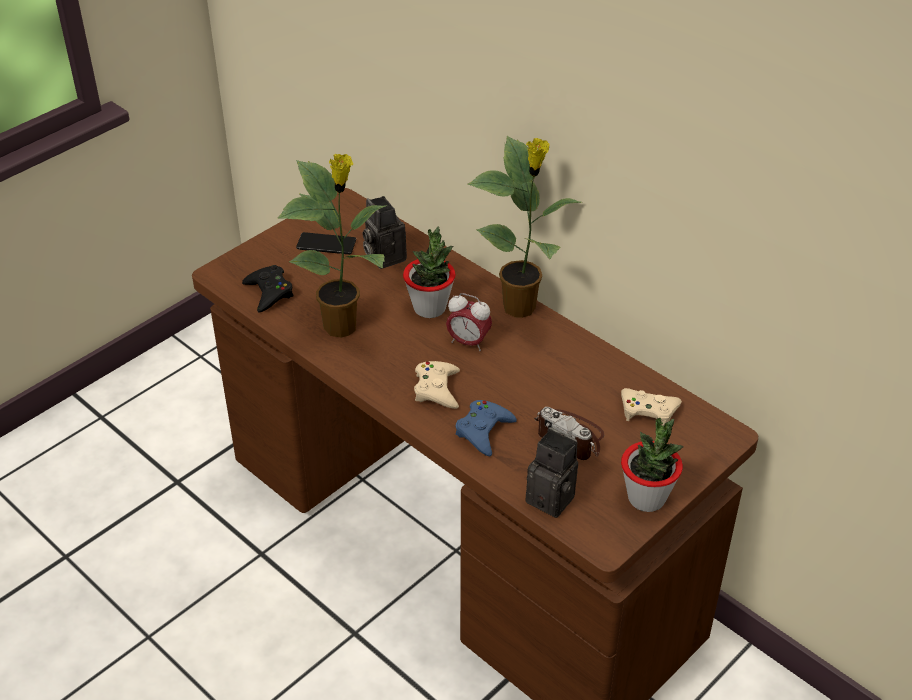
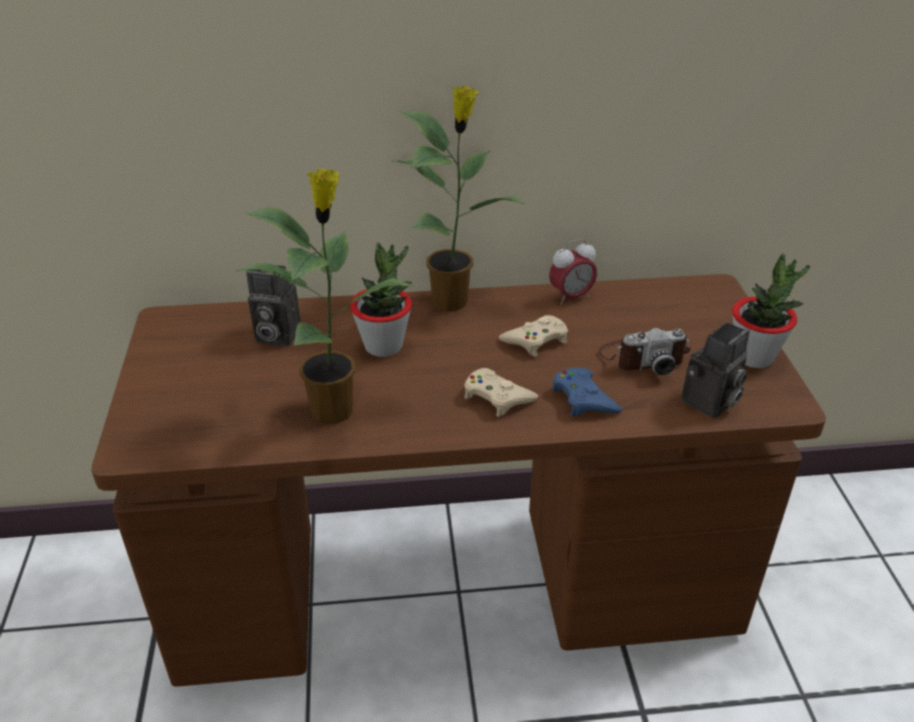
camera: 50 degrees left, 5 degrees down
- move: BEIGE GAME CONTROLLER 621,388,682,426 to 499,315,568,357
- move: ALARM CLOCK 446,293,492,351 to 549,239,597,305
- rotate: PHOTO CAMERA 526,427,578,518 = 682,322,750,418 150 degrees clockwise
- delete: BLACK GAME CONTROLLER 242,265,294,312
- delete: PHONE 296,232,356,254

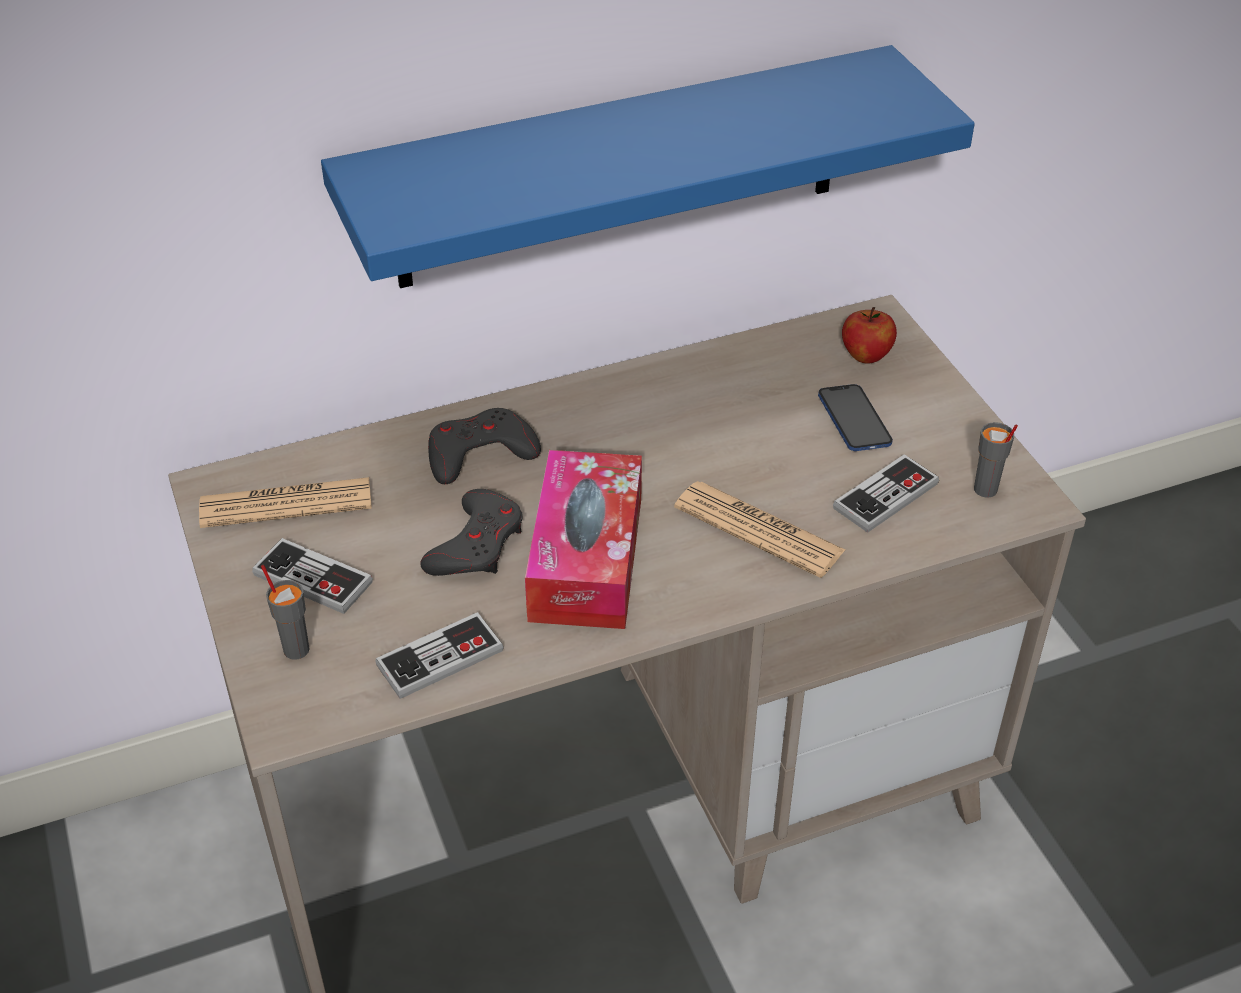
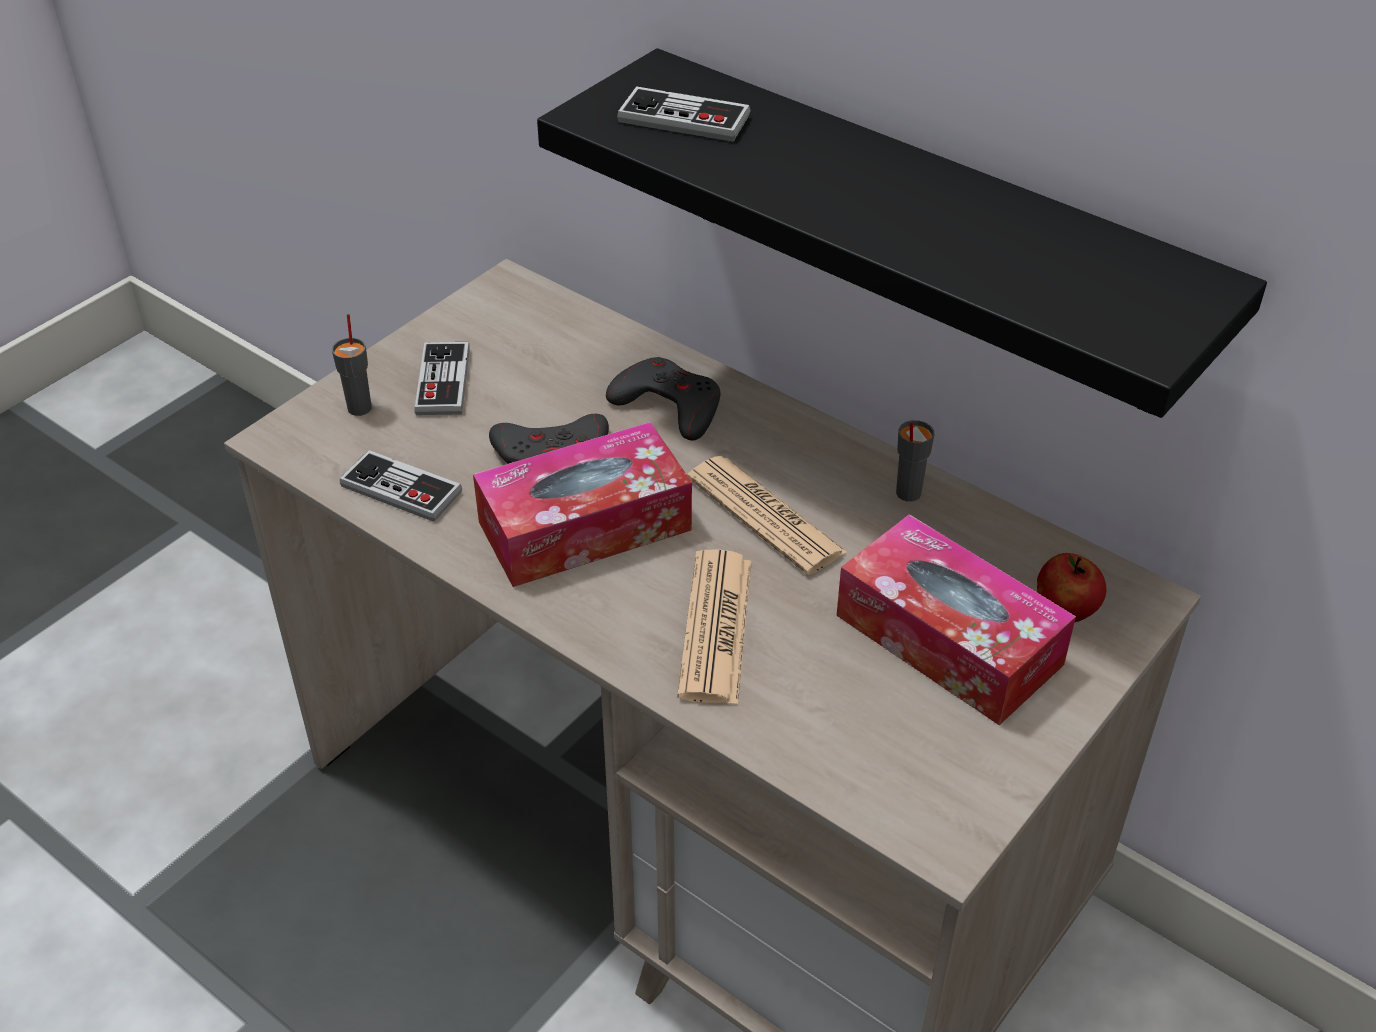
camera: 60 degrees right, 0 degrees up
- recolor: BLUE SHELF 321,45,975,288 to BLACK SHELF 537,48,1267,418
- move: GAME CONTROLLER 833,454,939,533 to 617,86,751,142
- move: NEWSPAPER 199,477,372,528 to 687,456,847,575
- replace: PHONE 818,384,893,451 to TISSUE BOX 837,514,1076,725
- move: GREY CUP 974,422,1018,498 to 896,420,935,502

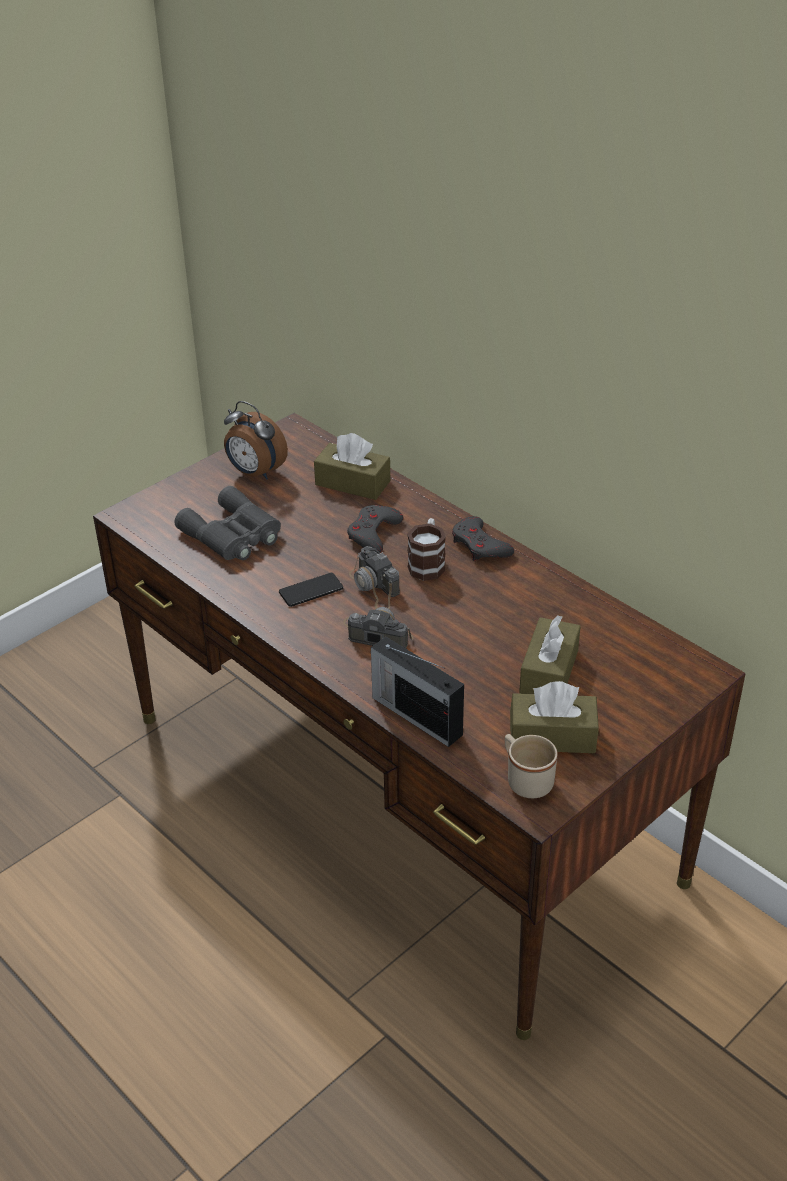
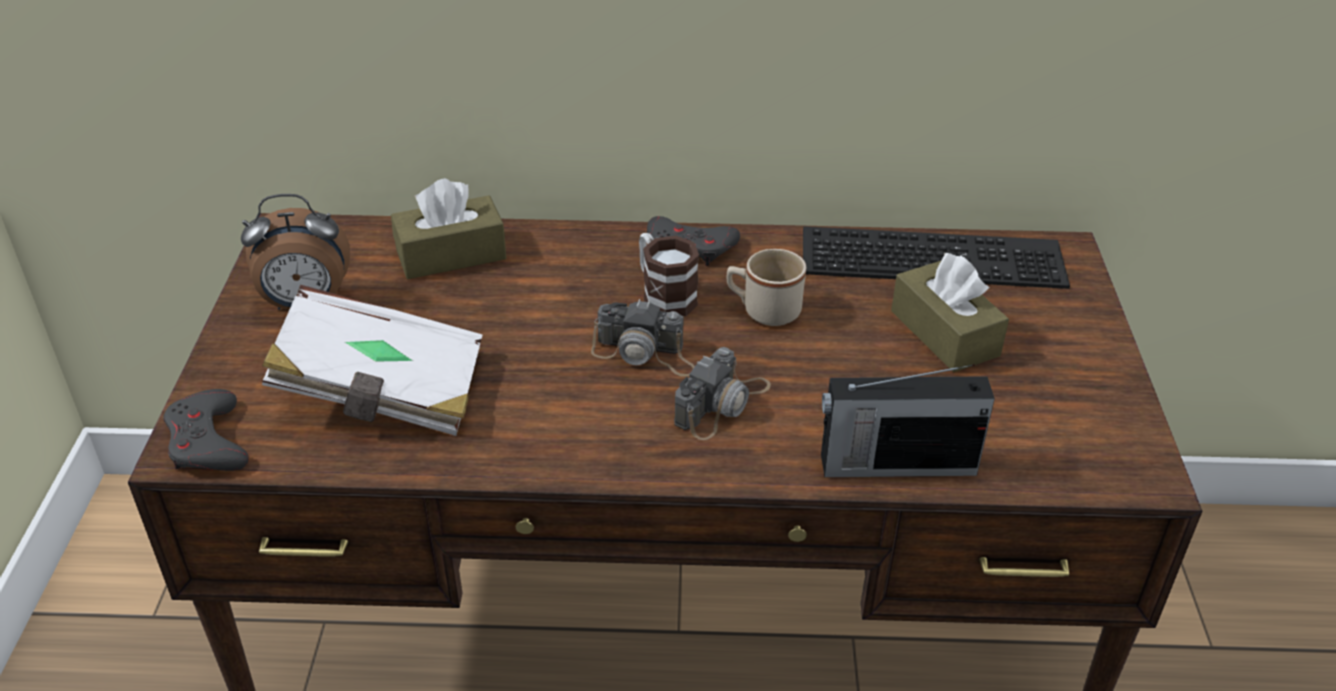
camera: 45 degrees left, 0 degrees up
- move: GREY GAME CONTROLLER 347,505,403,553 to 163,389,249,471
- replace: GREY BINOCULARS 174,486,281,560 to WHITE BOOK 262,285,483,436
- rotate: PHOTO CAMERA 343,607,413,648 = 674,347,771,440 150 degrees clockwise
- move: BEIGE MUG 505,734,558,798 to 727,249,806,326
- insert: KEYBOARD 803,226,1070,289
- delete: PHONE 279,573,344,607
- delete: BROWN TISSUE BOX 510,681,599,753

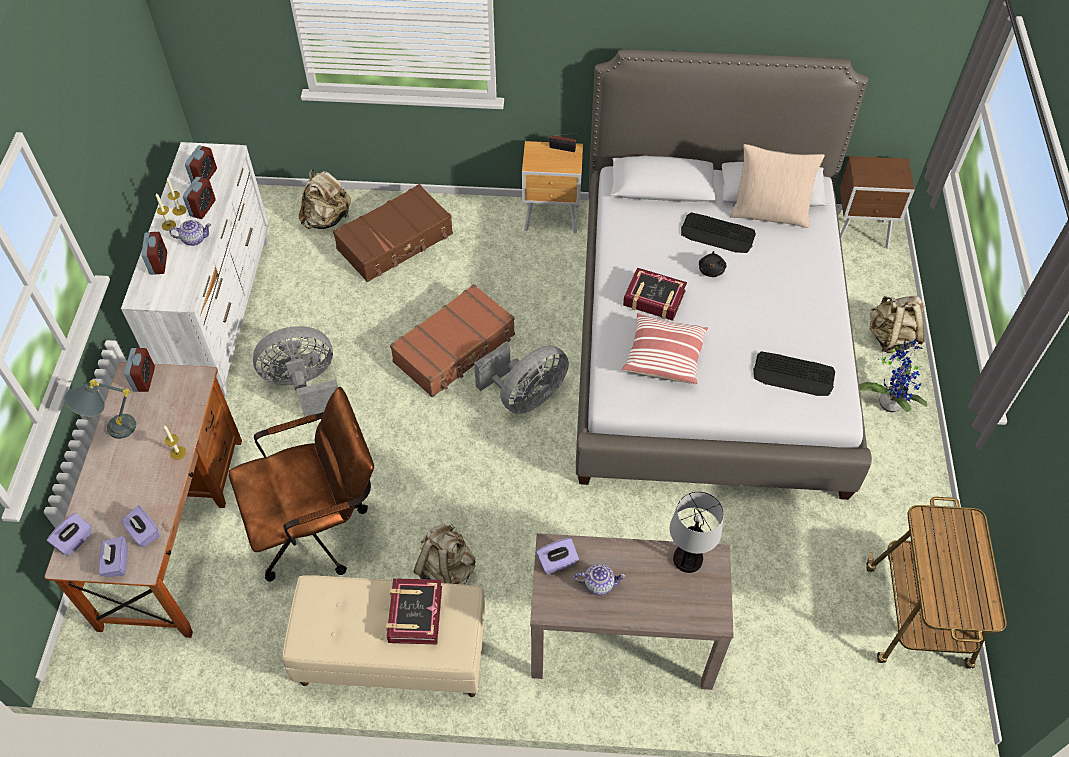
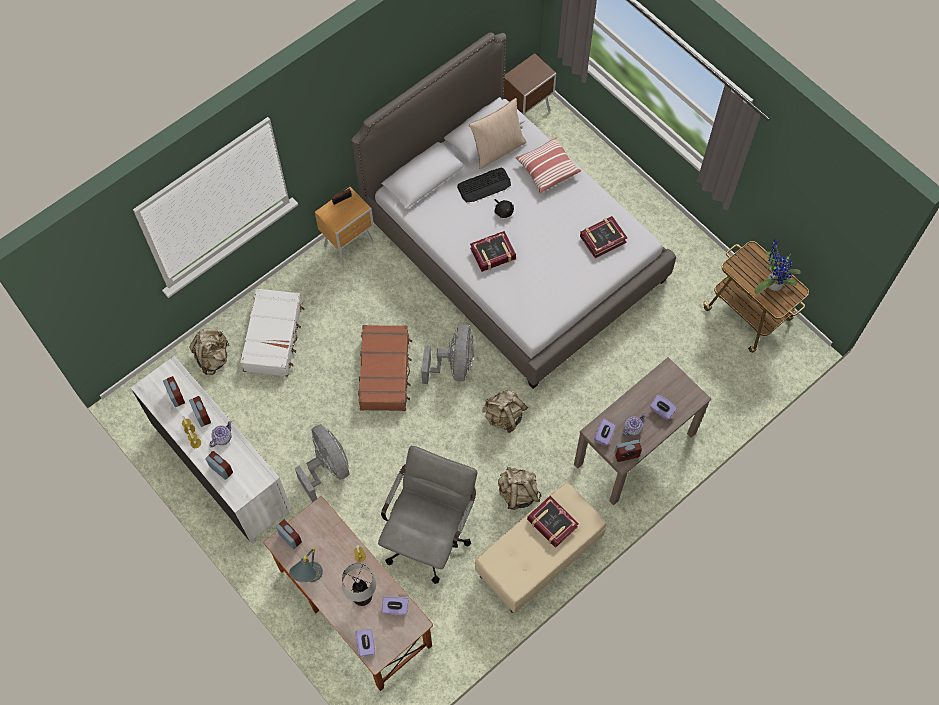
camera: 45 degrees left, 10 degrees up
- recolor: BROWN SUITCASE 333,184,453,282 to WHITE SUITCASE 240,288,304,377
- rotate: GREY FAN 253,326,338,417 = 295,424,350,502 120 degrees clockwise
- move: TABLE LAMP 670,491,724,573 to 342,563,376,606
- recolor: BROWN OFFICE CHAIR 228,387,374,582 to GREY OFFICE CHAIR 378,446,477,584
- move: BEIGE BACKPACK 870,295,925,353 to 482,390,528,433
- move: PILLOW 622,313,708,384 to 515,137,581,193
- replace: KEYBOARD 753,351,835,396 to BOOK 580,216,627,258
- insert: ALARM CLOCK 614,440,642,462
- move: PURPLE TISSUE BOX 98,536,128,577 to 650,395,677,420
- move: POTTED PLANT 859,339,928,413 to 754,239,801,294

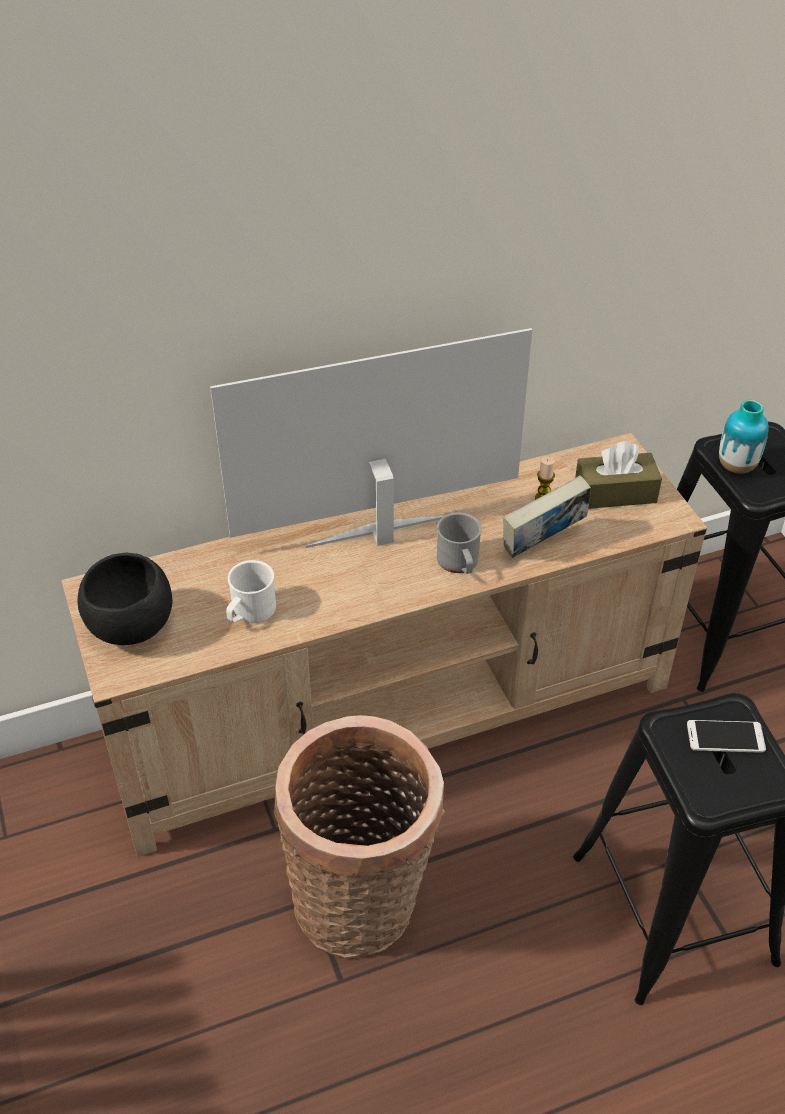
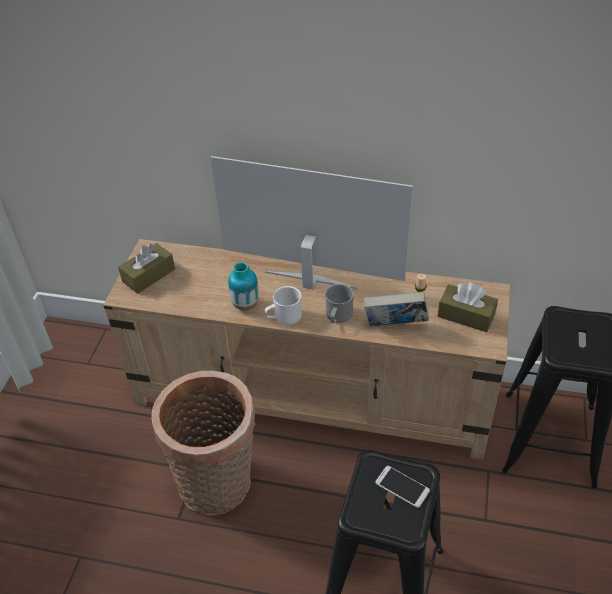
camera: 35 degrees right, 0 degrees up
- replace: BLACK BOWL 78,553,173,645 to BROWN TISSUE BOX 118,243,175,294
- move: VASE 719,400,769,474 to 228,262,259,311
- move: WHITE MUG 226,560,276,623 to 265,286,302,325

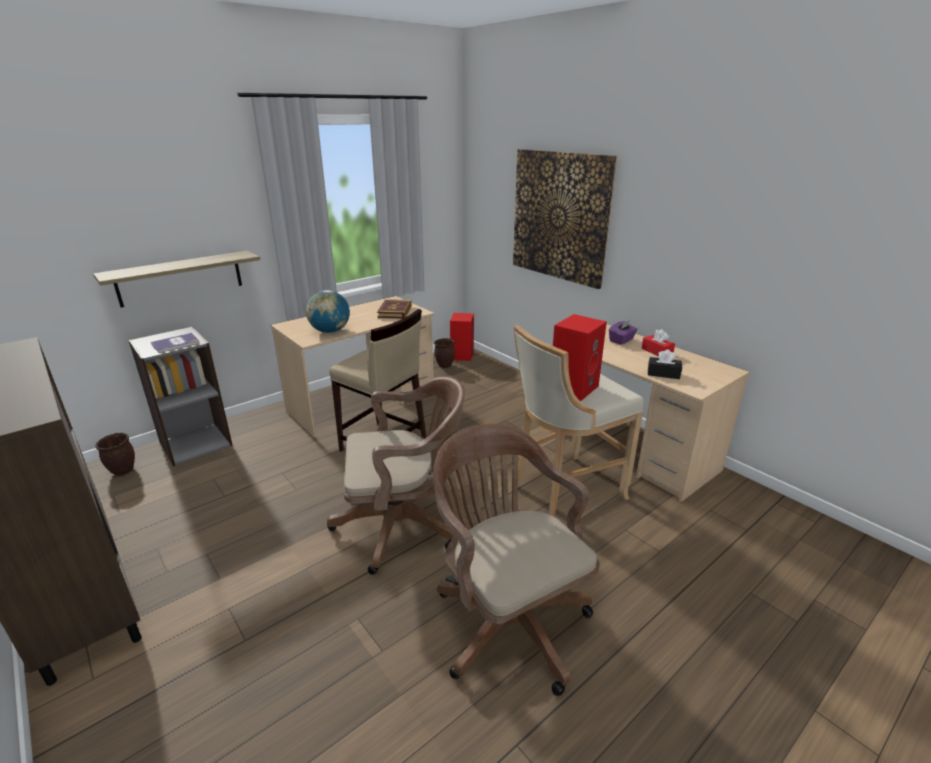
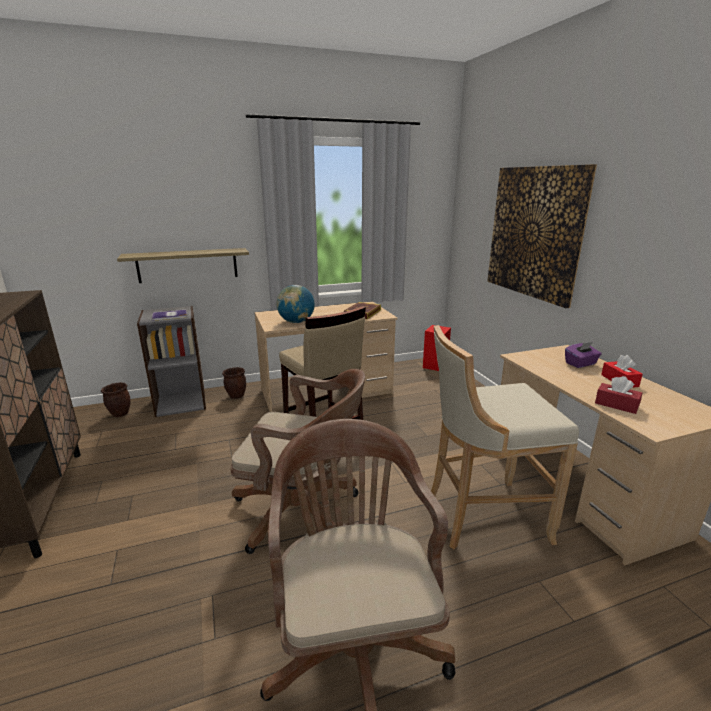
camera: 20 degrees right, 5 degrees down
- move: BROWN PLANTER 434,338,455,368 to 222,367,246,399
- recolor: BLACK TISSUE BOX 648,350,682,379 to RED TISSUE BOX 595,376,642,414
- delete: RED SPEAKER 553,314,607,401

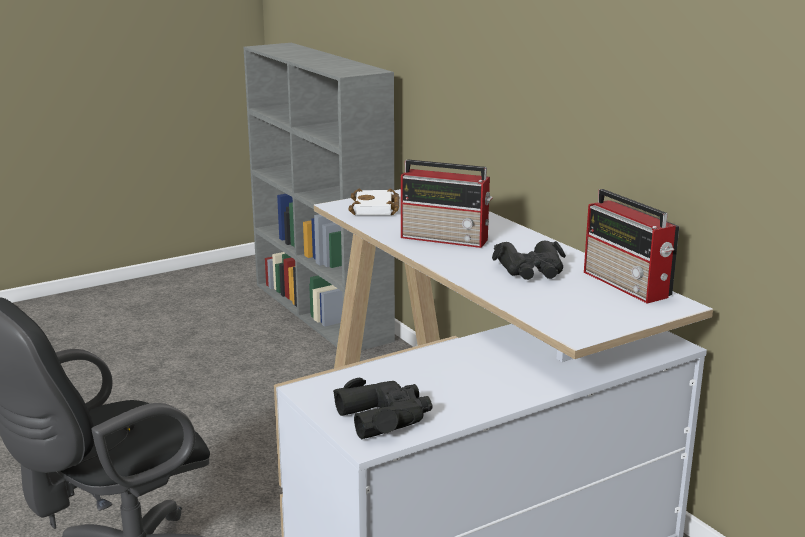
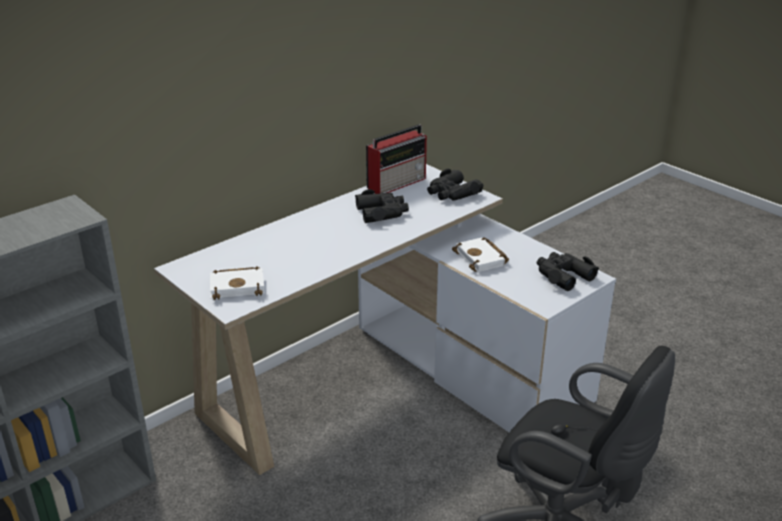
camera: 100 degrees left, 10 degrees up
- insert: BLACK BINOCULARS 427,169,484,201
- insert: WHITE BOOK 452,237,509,272
- delete: RADIO 401,159,493,248

